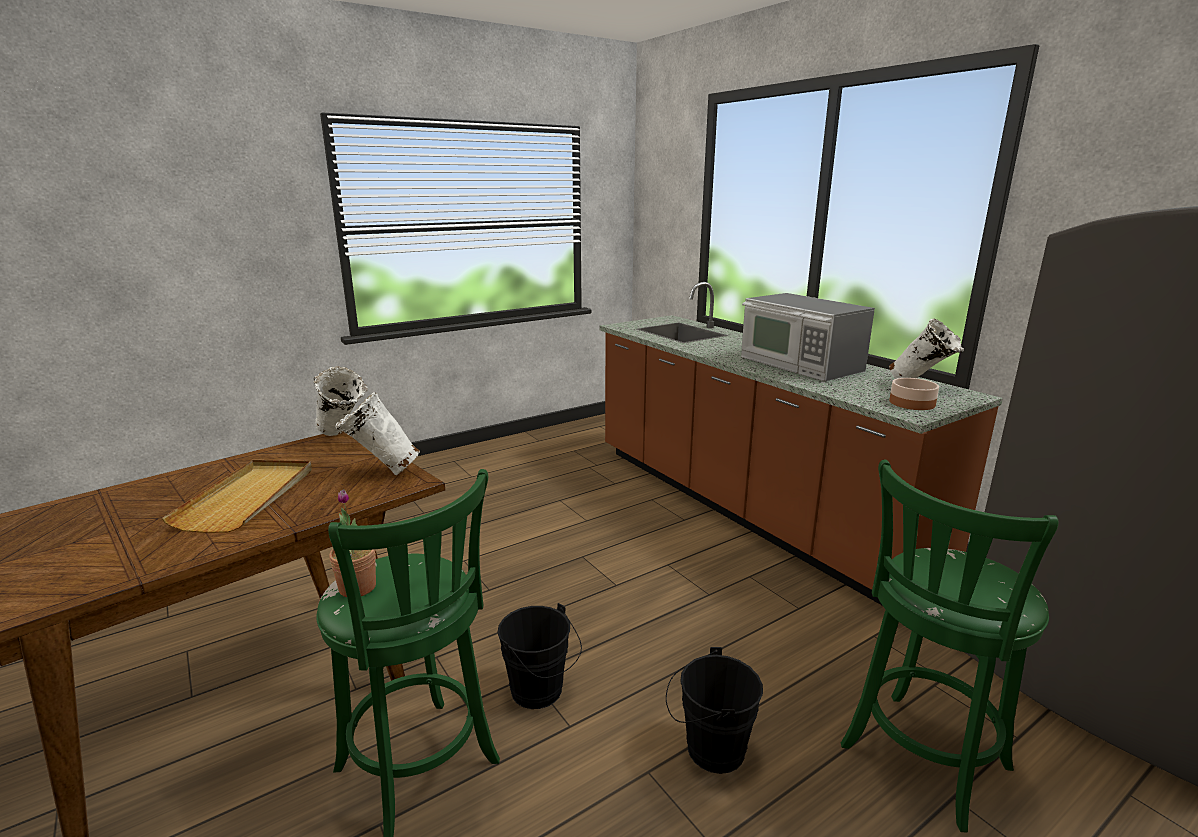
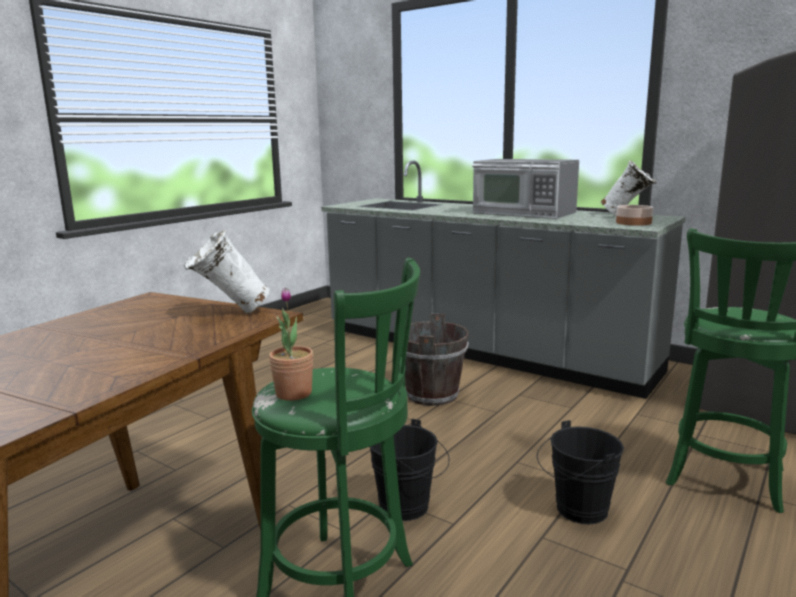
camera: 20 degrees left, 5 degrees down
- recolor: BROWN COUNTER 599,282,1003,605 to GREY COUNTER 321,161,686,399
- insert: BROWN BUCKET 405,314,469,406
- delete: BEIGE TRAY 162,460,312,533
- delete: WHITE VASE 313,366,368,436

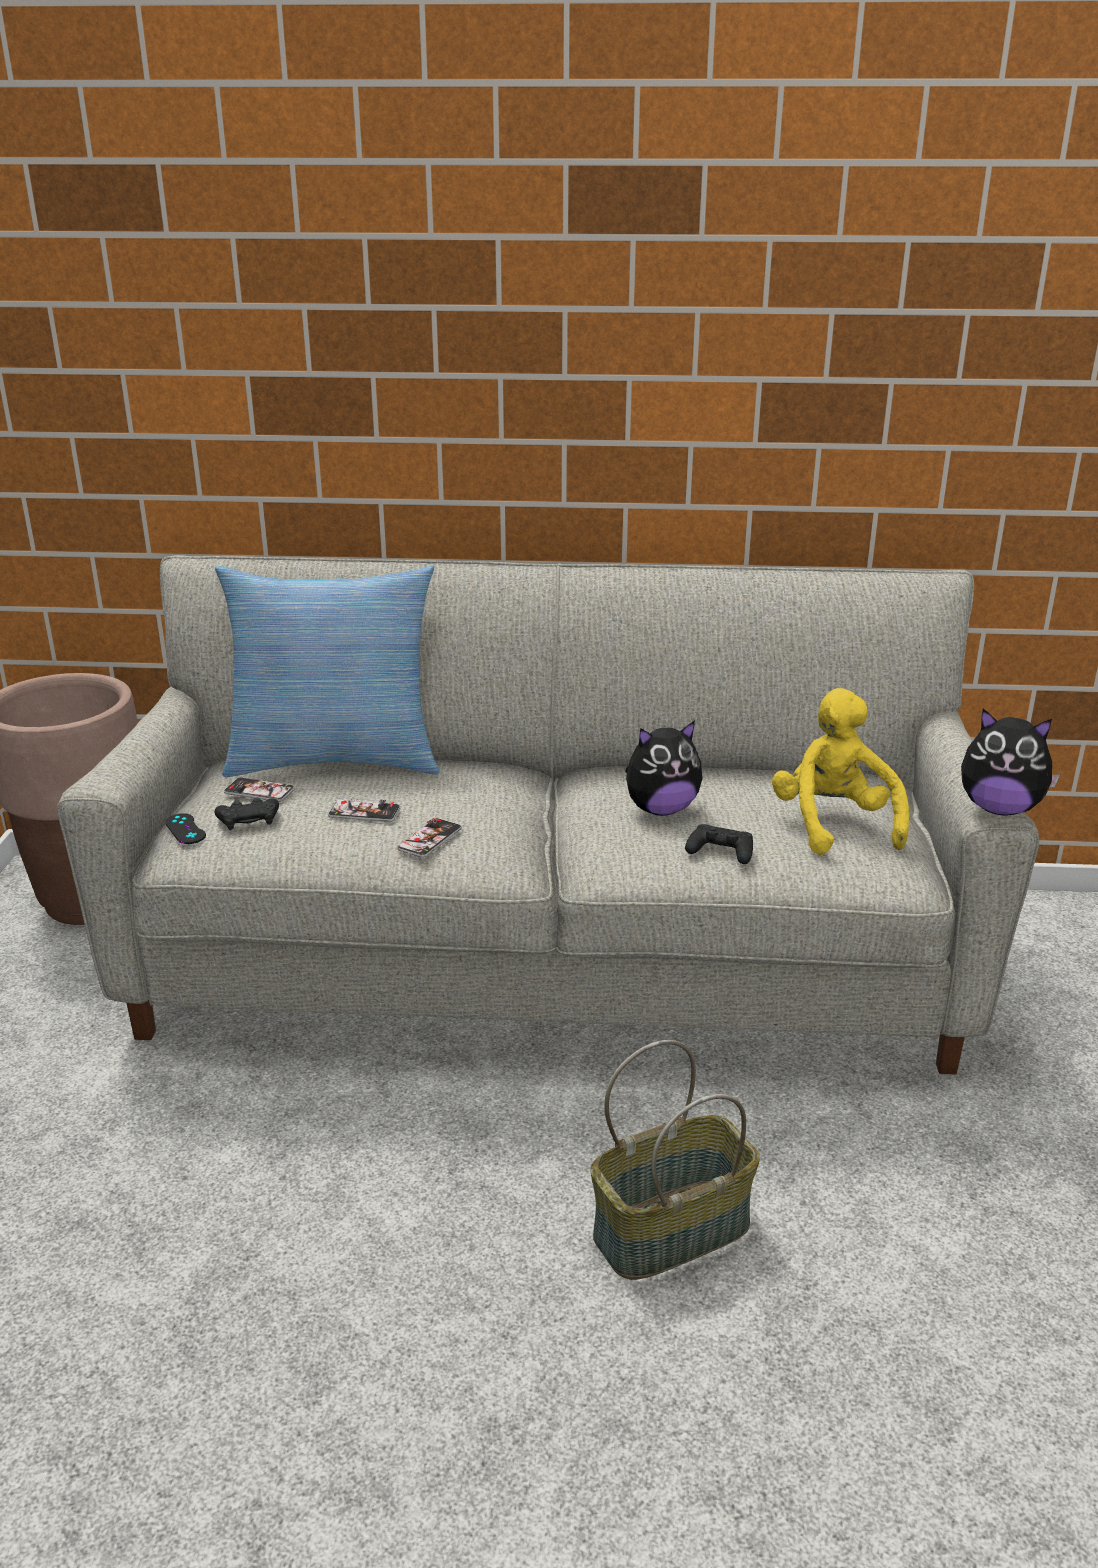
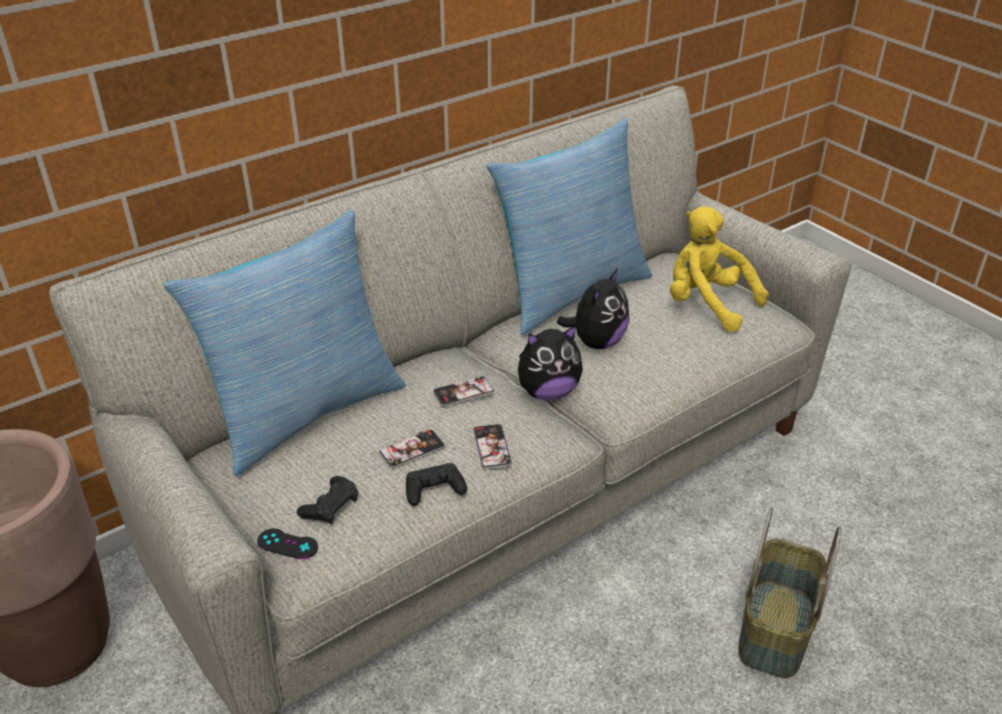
camera: 40 degrees left, 10 degrees up
- move: BLACK GAME CONTROLLER 685,824,753,864 to 406,463,467,506
- move: PHONE 224,777,295,802 to 433,375,494,407
- insert: PILLOW 487,119,652,335
- move: PLUSH TOY 961,709,1060,816 to 518,325,583,400

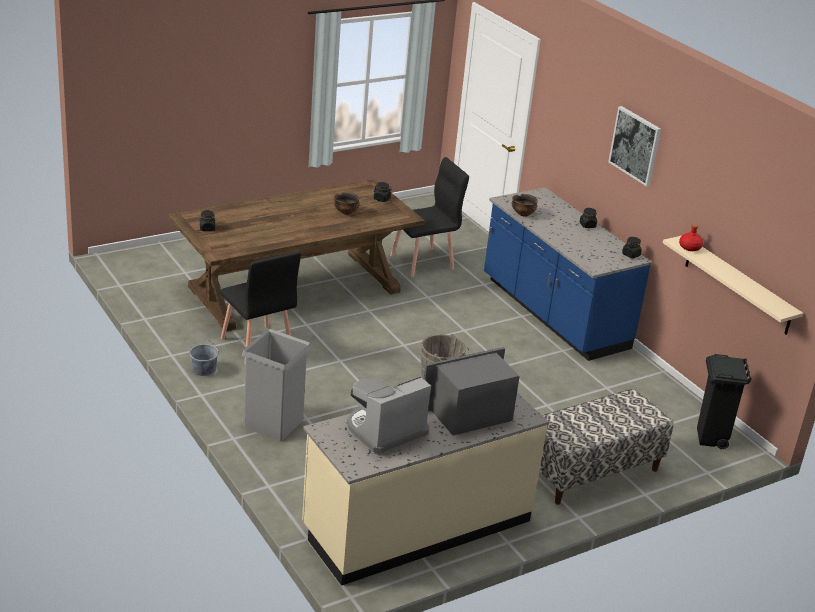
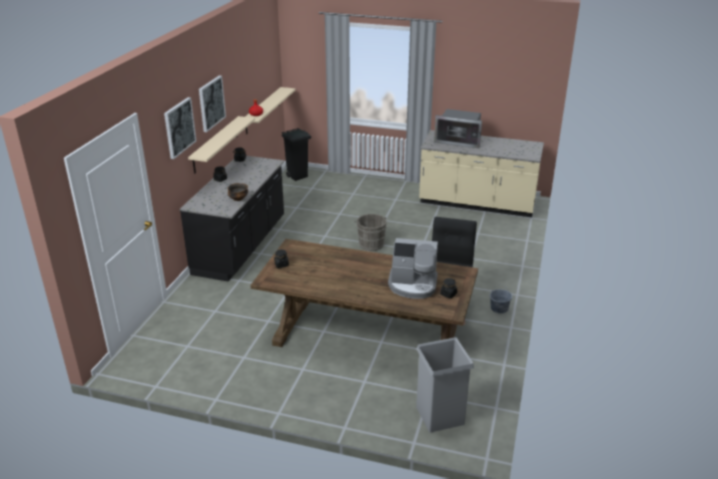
camera: 130 degrees left, 0 degrees up
- insert: PICTURE 164,97,196,159
- recolor: BLUE COUNTER 484,187,652,361 to BLACK COUNTER 180,156,284,282
- insert: BEIGE SHELF 188,116,255,174
- move: COFFEE MACHINE 347,376,431,455 to 388,238,438,299
- move: GREY TRASH CAN 242,329,311,442 to 416,337,474,433
- delete: BOWL 334,192,360,215
- delete: BLACK CHAIR 390,157,469,277
- delete: BENCH 540,389,674,505

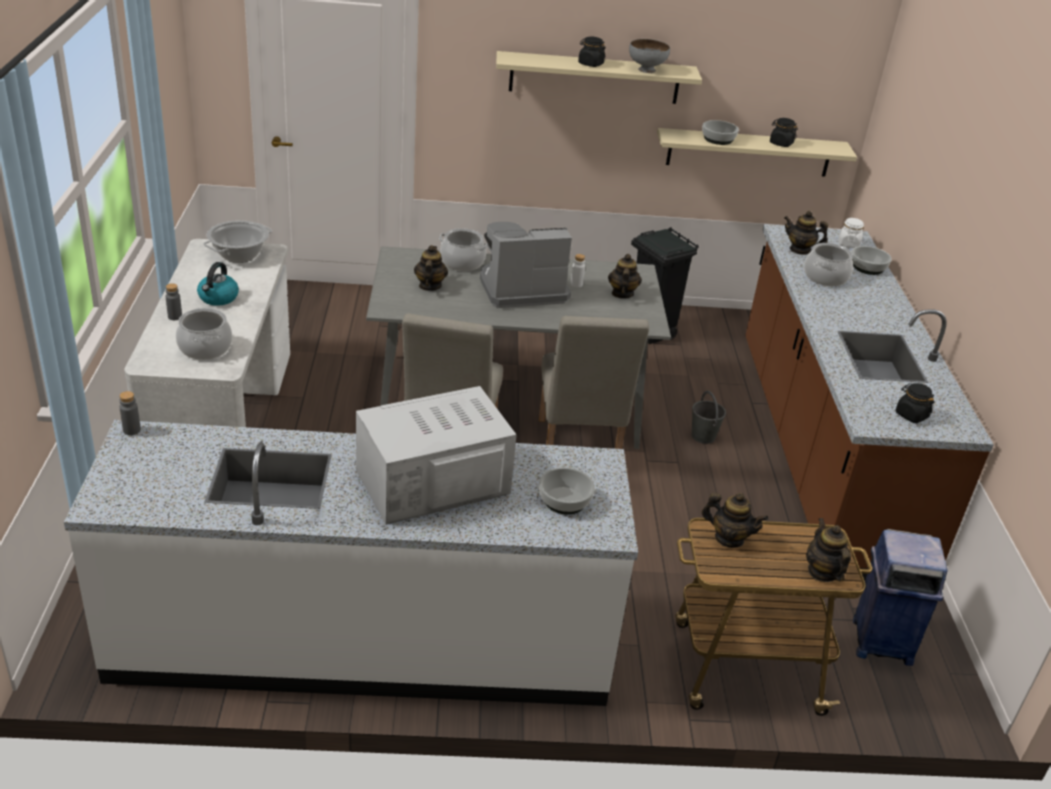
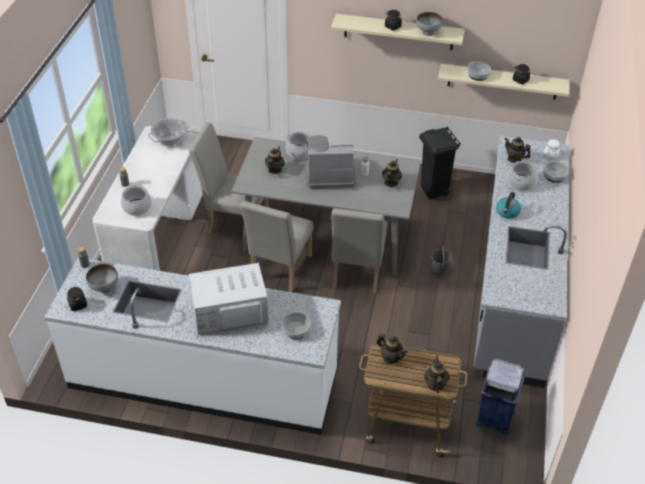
camera: 15 degrees right, 10 degrees up
- move: BLACK JAR 896,383,935,423 to 67,286,87,311
- insert: GREY BOWL 86,264,118,293
- insert: BEIGE CHAIR 189,122,269,234
- recolor: BROWN COUNTER 745,224,994,581 to GREY COUNTER 474,136,570,388
- move: KETTLE 197,262,239,306 to 496,192,521,219

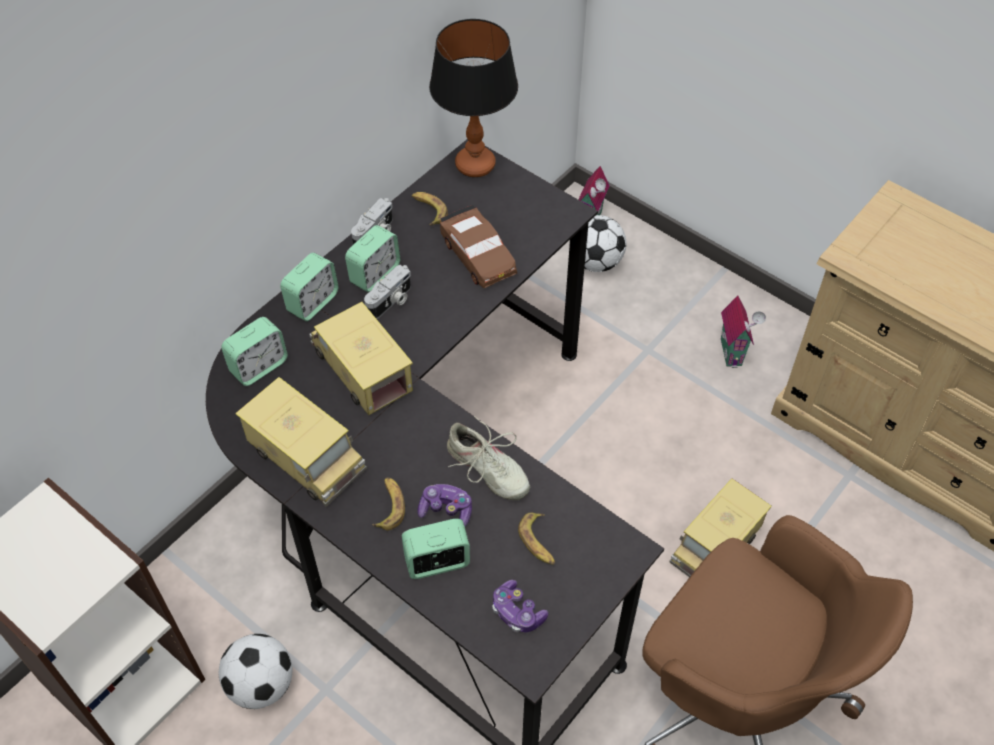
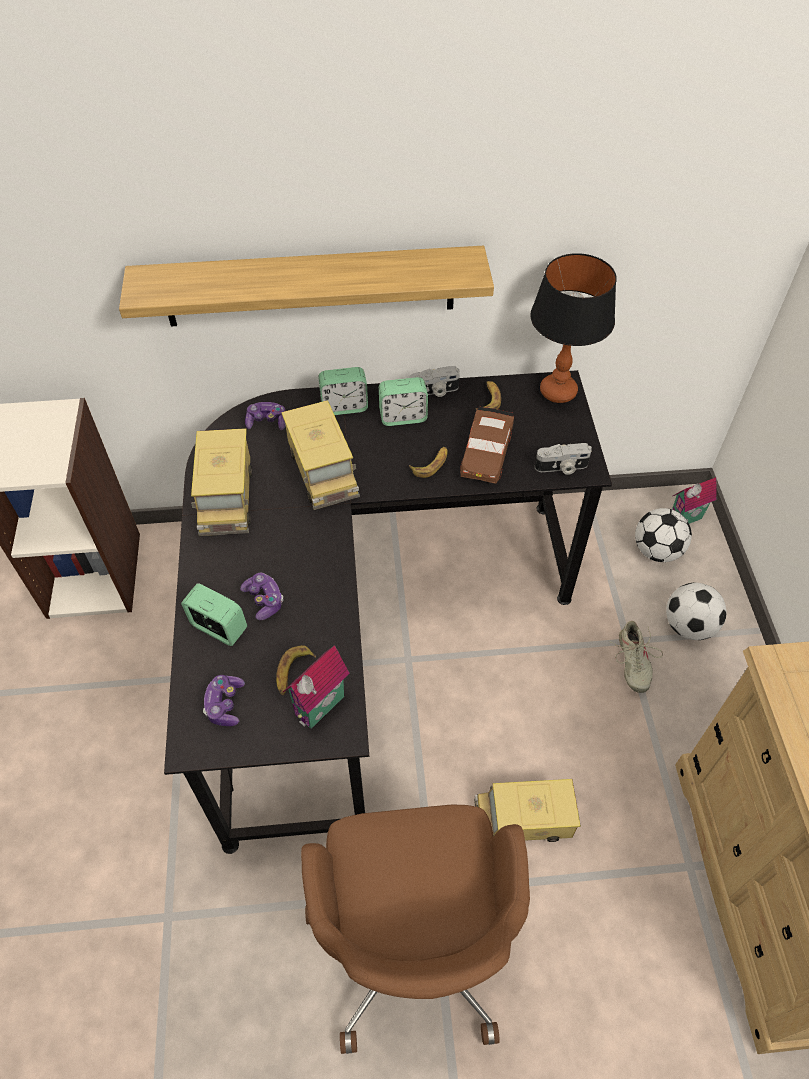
camera: 45 degrees right, 0 degrees up
- insert: SHELF 119,246,494,326
- replace: ALARM CLOCK 221,317,288,386 to GAME CONTROLLER 245,402,286,430
- rotate: TOY TRUCK 309,302,413,415 = 281,400,360,510 150 degrees clockwise
- move: TOY HOUSE 721,296,766,368 to 283,645,349,729
- move: BANANA 372,478,405,530 to 409,447,448,478
- move: PHOTO CAMERA 364,265,411,319 to 535,443,592,475
- move: BEIGE SHOE 447,416,530,500 to 609,621,663,693
- move: FOOTBALL 219,634,293,709 to 666,583,727,640

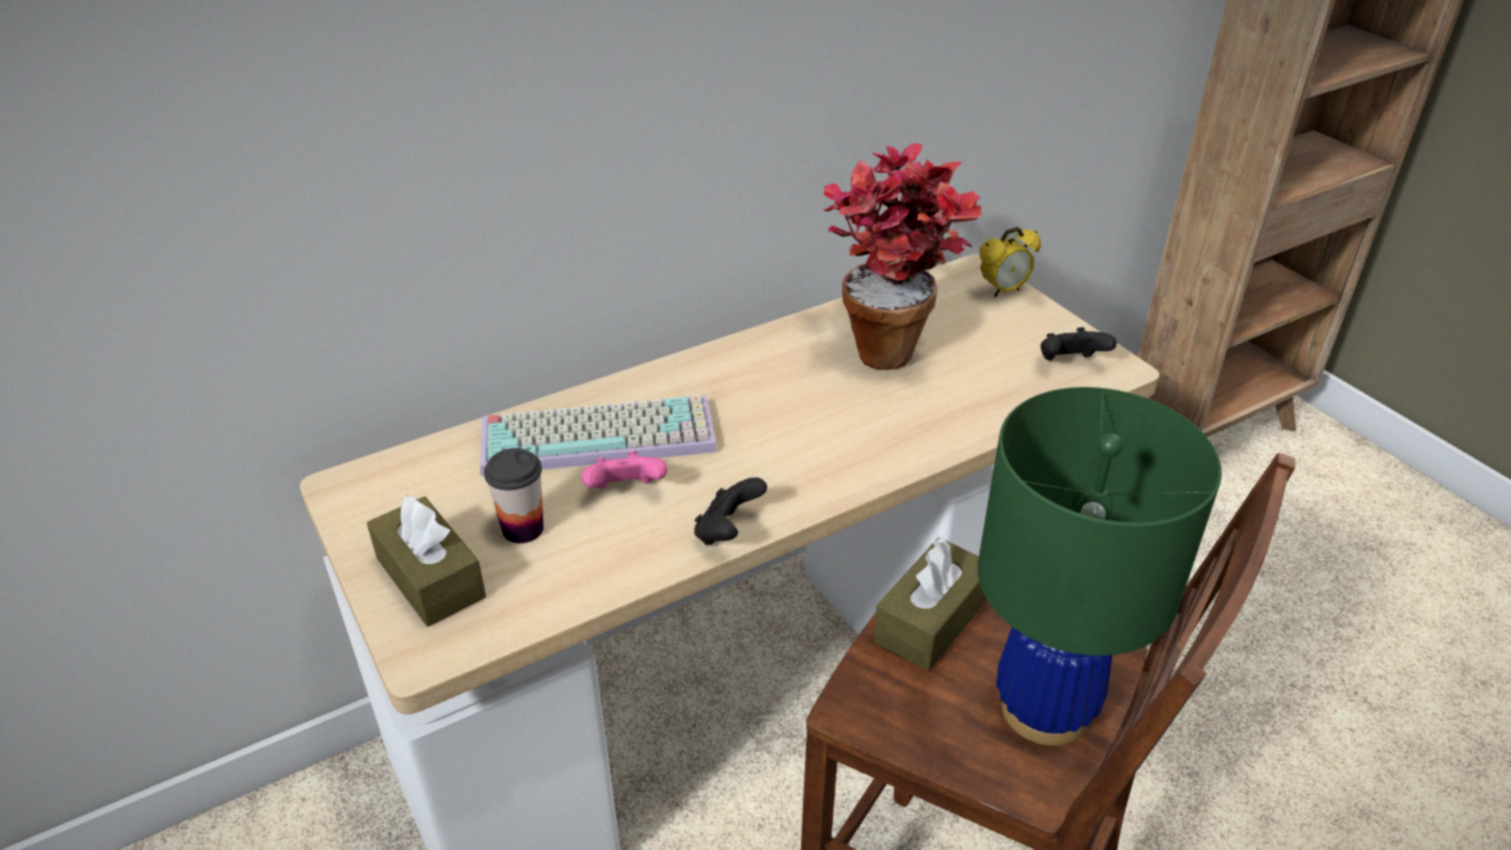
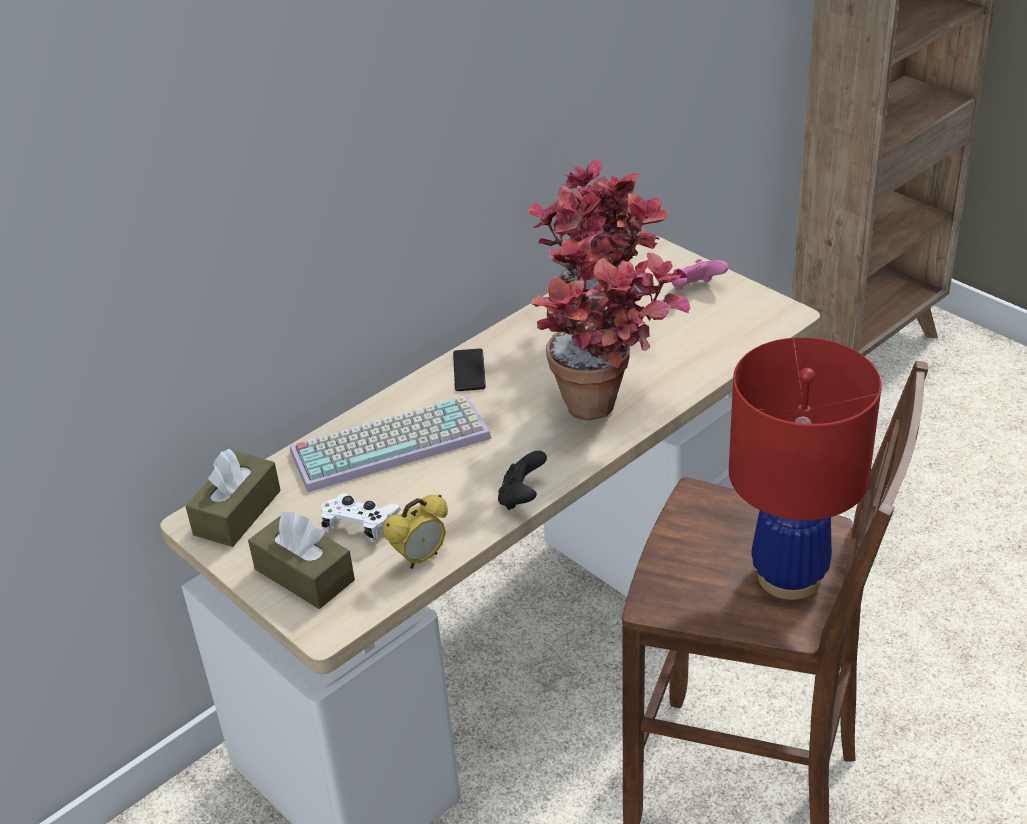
camera: 10 degrees left, 0 degrees up
- move: BROWN TISSUE BOX 874,537,987,671 to 185,449,281,547
- replace: CUP 484,448,544,543 to WHITE GAME CONTROLLER 321,493,401,542
- move: ALARM CLOCK 980,227,1041,297 to 383,495,448,569
- insert: PHONE 453,348,486,391
- insert: POTTED PLANT 531,234,690,421
- move: PINK GAME CONTROLLER 581,451,667,489 to 672,259,728,290
- recolor: GREEN TABLE LAMP 977,387,1222,746 to RED TABLE LAMP 729,337,882,600
- delete: BLACK GAME CONTROLLER 1041,327,1117,361

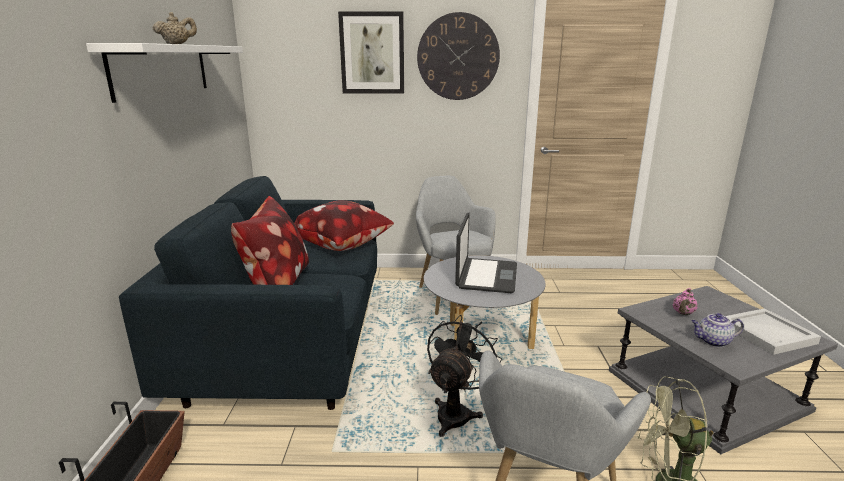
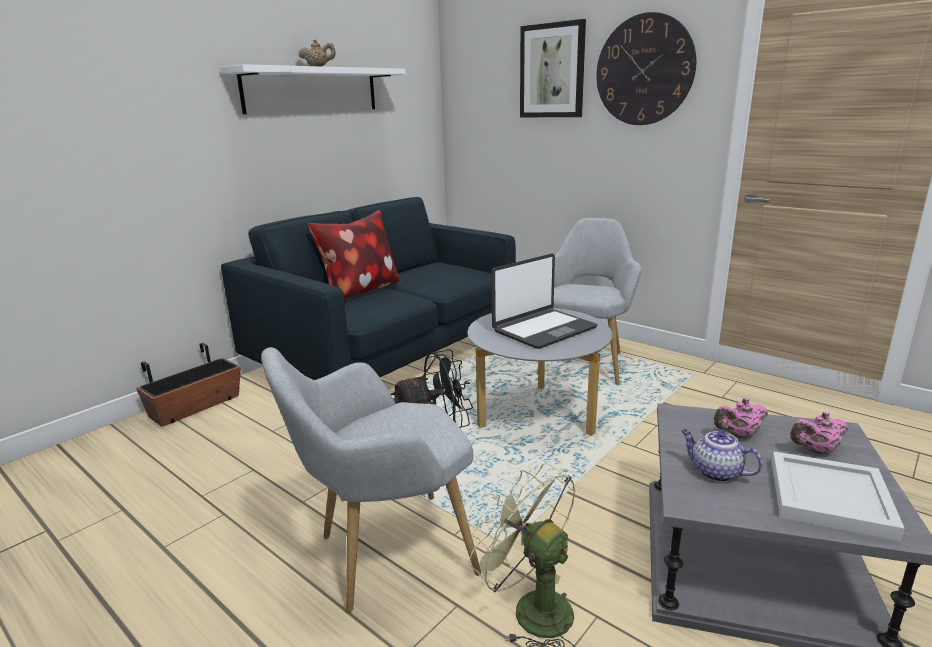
camera: 40 degrees right, 0 degrees up
- insert: PINK TEAPOT 790,412,848,454
- delete: PILLOW 294,200,394,251

